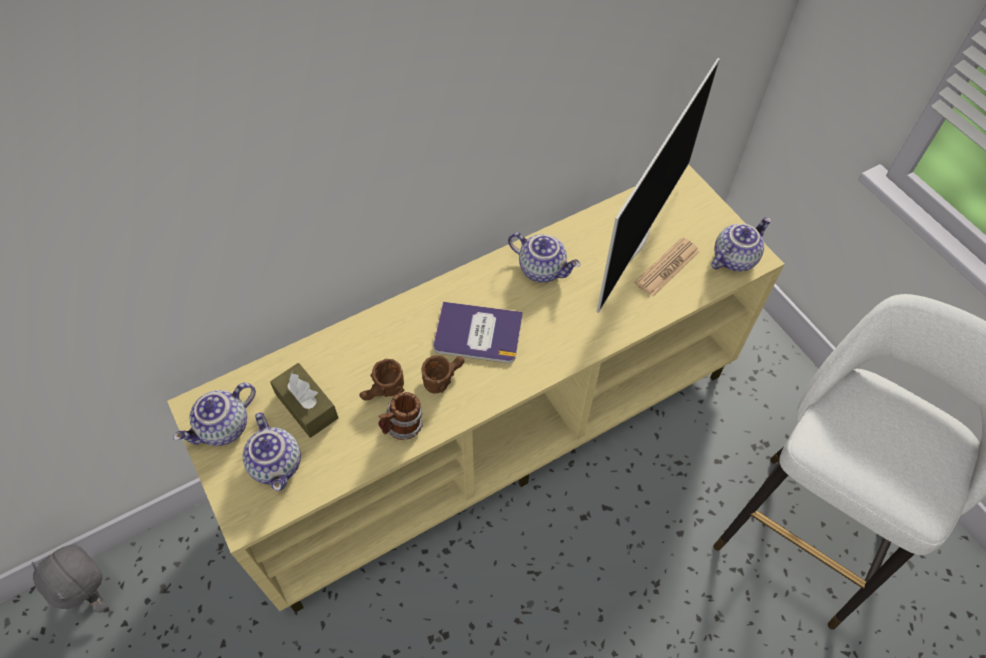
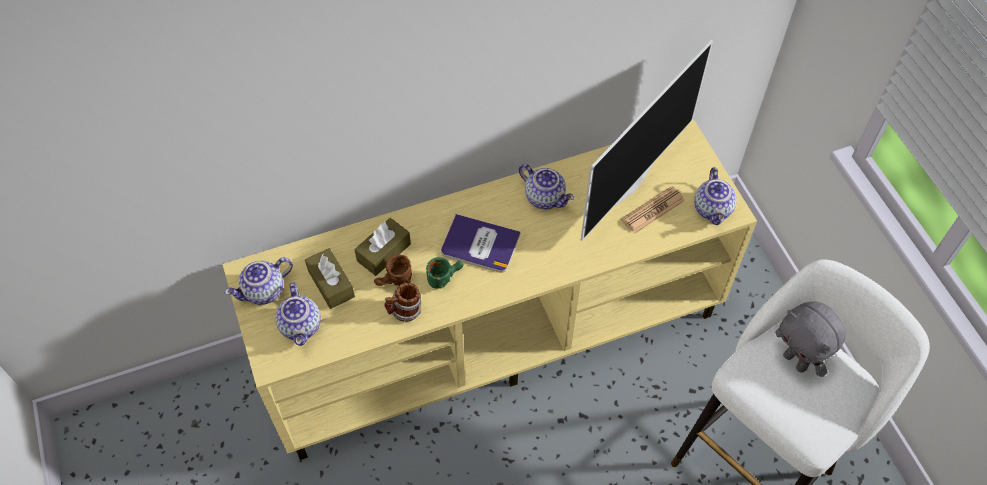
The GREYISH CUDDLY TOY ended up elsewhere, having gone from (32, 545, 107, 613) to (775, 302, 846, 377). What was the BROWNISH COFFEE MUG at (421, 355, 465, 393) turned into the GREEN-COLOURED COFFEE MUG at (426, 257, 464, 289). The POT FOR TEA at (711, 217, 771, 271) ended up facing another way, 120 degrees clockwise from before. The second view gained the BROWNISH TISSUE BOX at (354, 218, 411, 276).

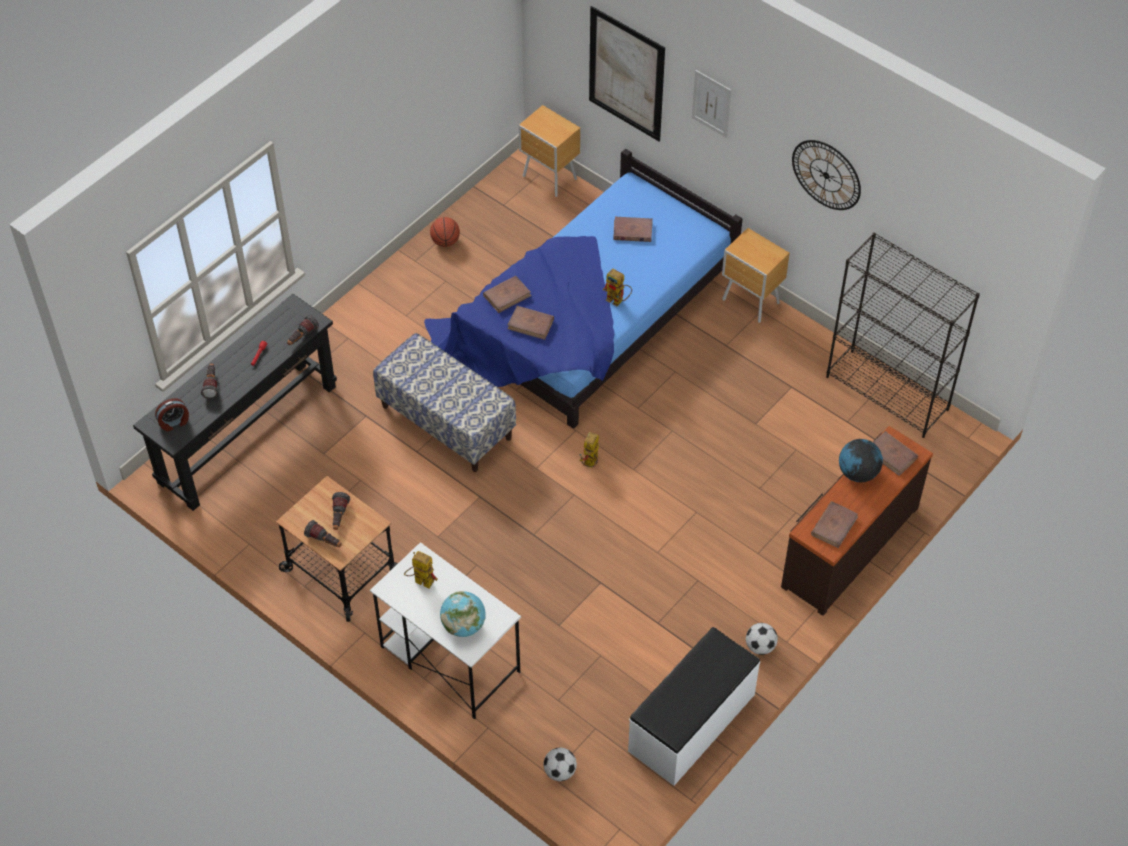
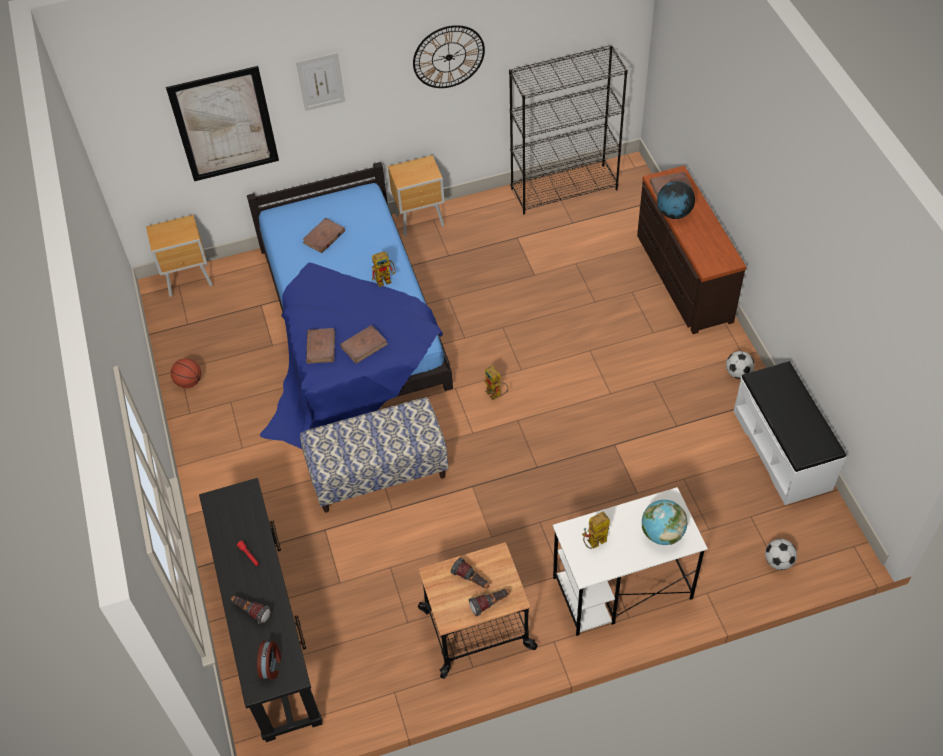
The second view lost the FLASHLIGHT at (287, 315, 319, 345). The second view lost the BROWNISH BOOK at (811, 501, 858, 548).

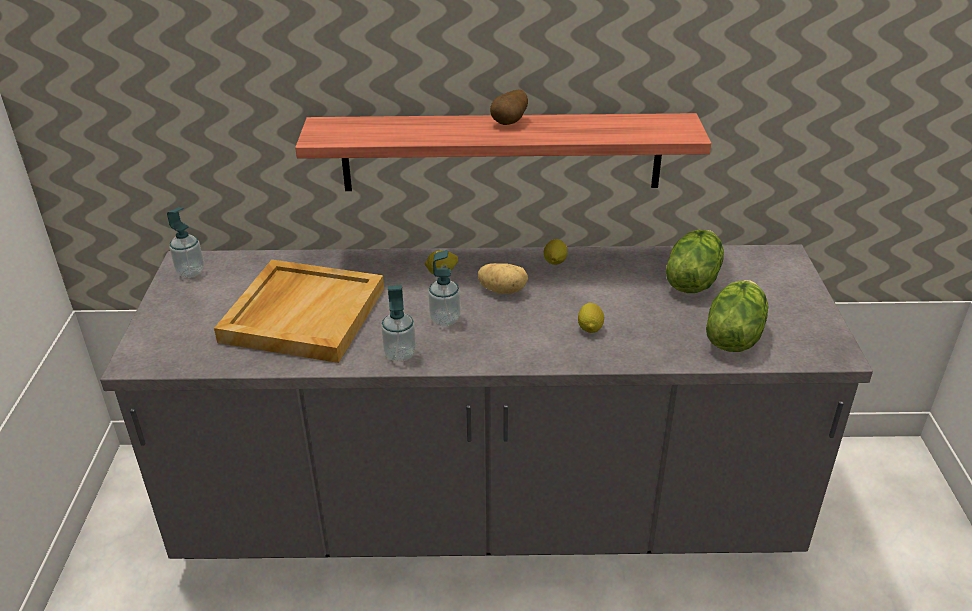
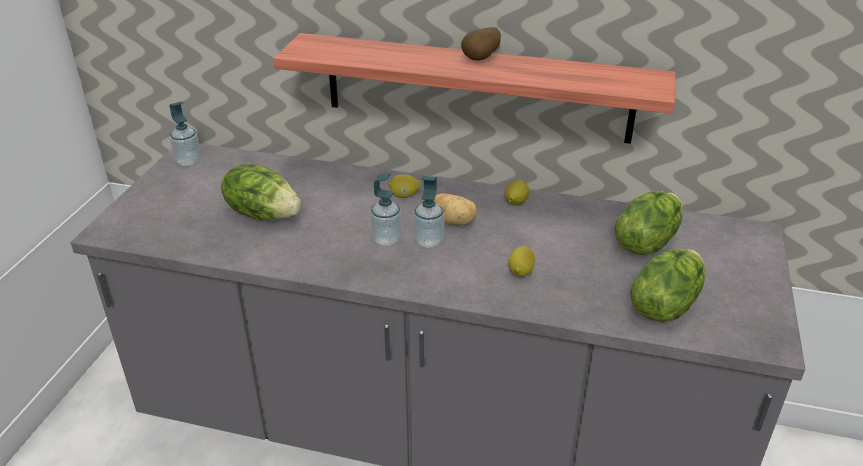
Where the BEIGE SERVING TRAY stood at (214, 260, 384, 363), the LETTUCE HEAD came to stand at (221, 164, 301, 220). The LIQUID SOAP BOTTLE ended up elsewhere, having gone from (381, 285, 416, 362) to (414, 176, 444, 248).

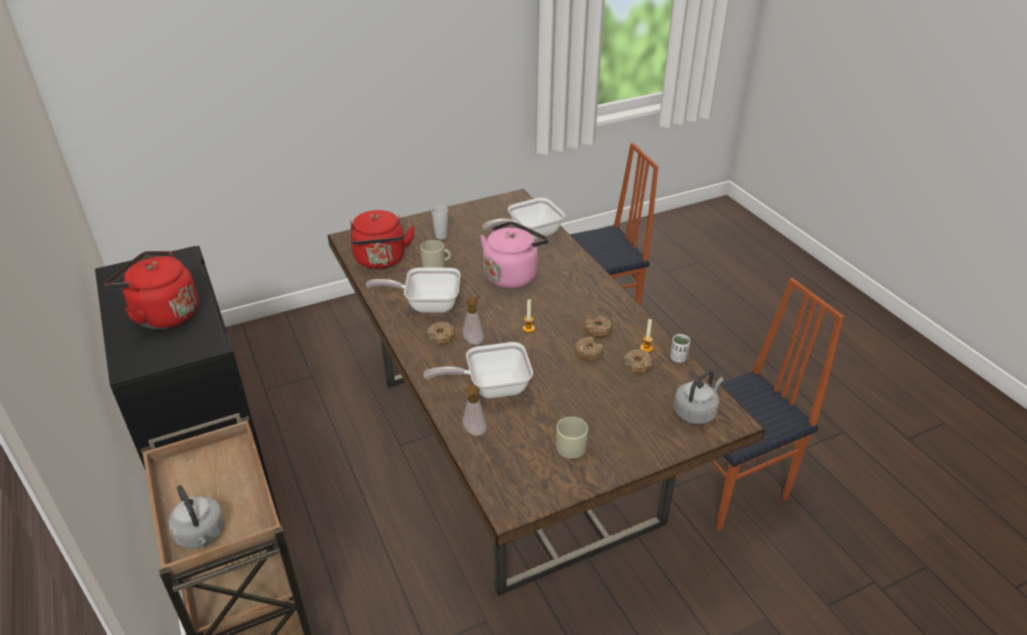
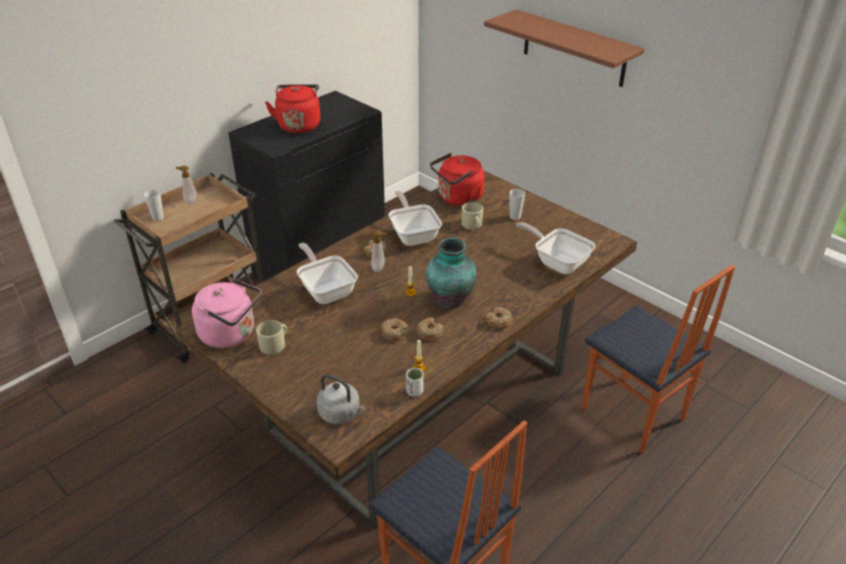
Where the GREYISH WATER KETTLE stood at (168, 485, 225, 549), the CUP came to stand at (144, 190, 164, 221). The LIQUID SOAP BOTTLE ended up elsewhere, having gone from (462, 385, 487, 436) to (176, 165, 197, 204). The PINKISH WATER KETTLE ended up elsewhere, having gone from (480, 221, 549, 289) to (192, 278, 261, 348). The DOUGHNUT ended up elsewhere, having gone from (623, 349, 653, 374) to (485, 307, 513, 329). The second view gained the VASE at (426, 238, 477, 307). The second view gained the BROWNISH SHELF at (484, 9, 645, 87).

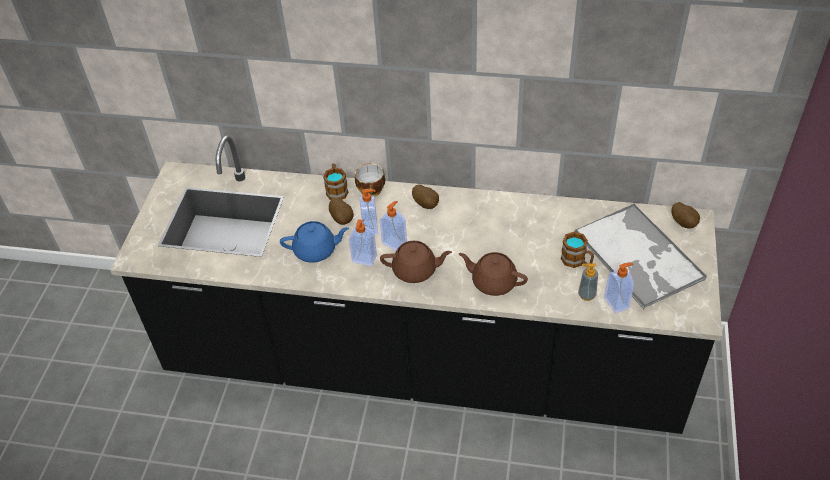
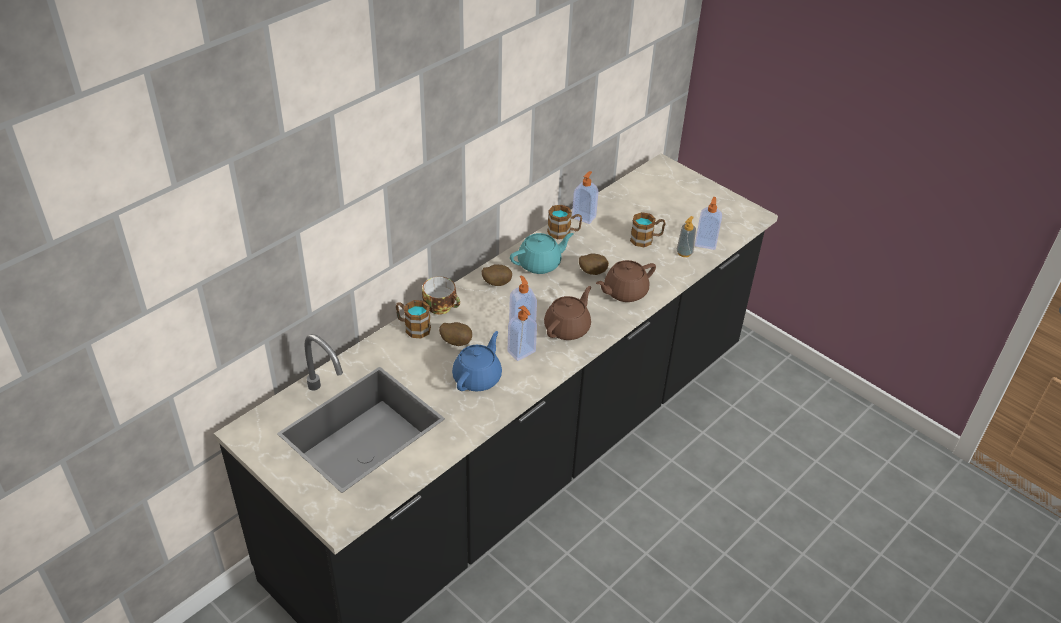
The LIQUID SOAP BOTTLE ended up elsewhere, having gone from (359, 189, 378, 235) to (572, 171, 599, 224). The second view lost the SERVING TRAY at (575, 203, 707, 309). The WHOLE POTATO ended up elsewhere, having gone from (671, 202, 700, 229) to (579, 253, 609, 275). The second view gained the TURQUOISE POT FOR TEA at (510, 233, 574, 274). The second view gained the COFFEE MUG at (547, 205, 582, 239).

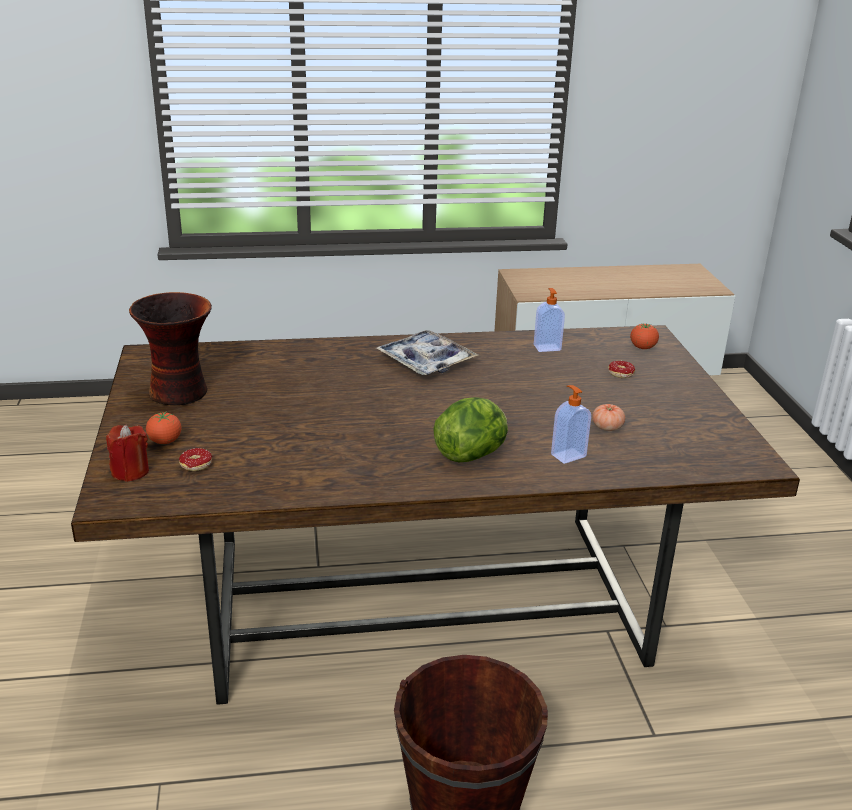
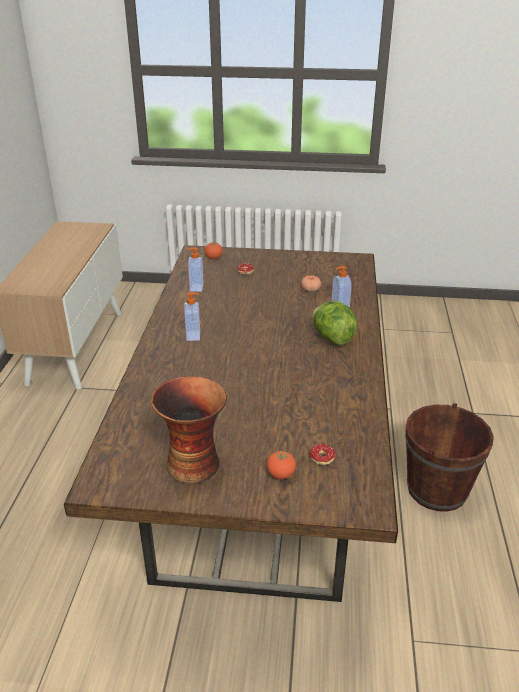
The second view lost the REDDISH CANDLE at (106, 425, 149, 482). Where the SERVING TRAY stood at (376, 330, 478, 375), the LIQUID SOAP BOTTLE came to stand at (184, 292, 200, 341).

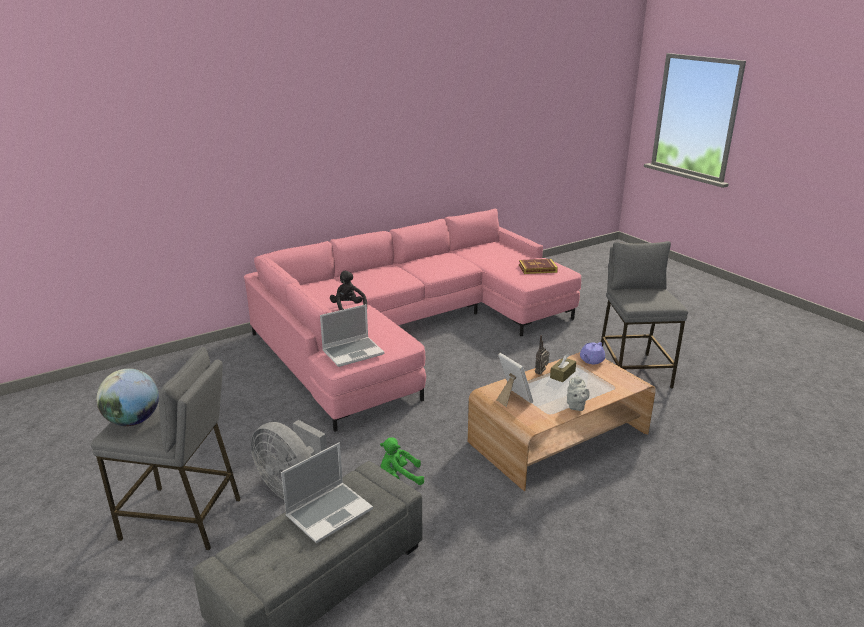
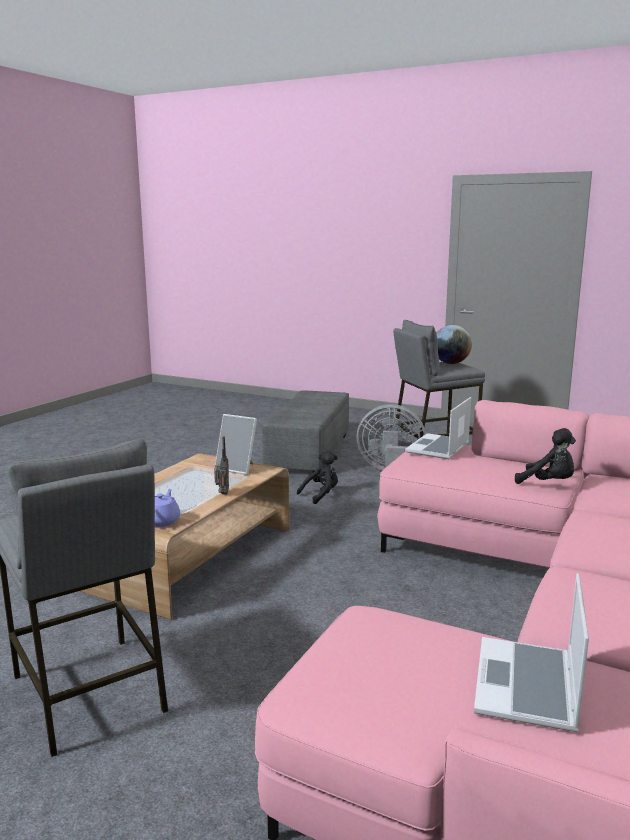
The NOTEBOOK COMPUTER ended up elsewhere, having gone from (281, 443, 373, 543) to (474, 573, 589, 732). What was the GREEN-COLOURED CUDDLY TOY at (380, 437, 424, 485) turned into the BLACKISH CUDDLY TOY at (297, 451, 338, 504). The second view lost the BOOK at (519, 259, 558, 274). The second view lost the BROWNISH TISSUE BOX at (550, 354, 576, 382). The second view lost the GREYISH POT FOR TEA at (567, 375, 590, 411).

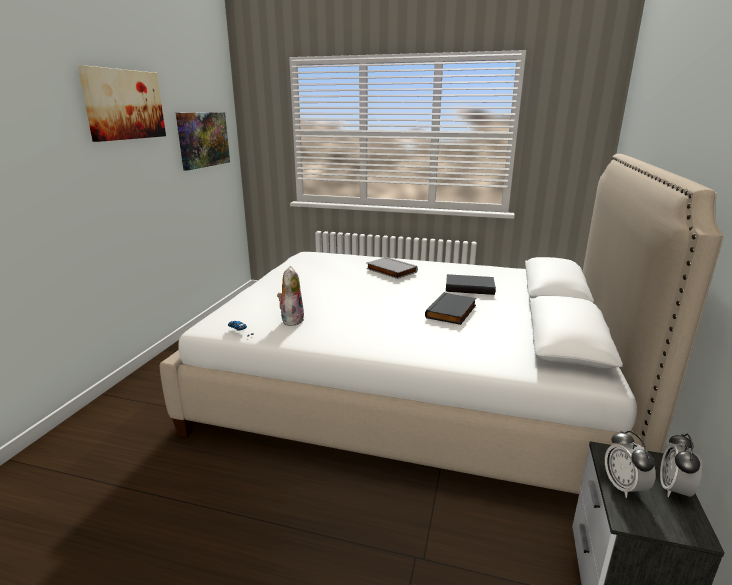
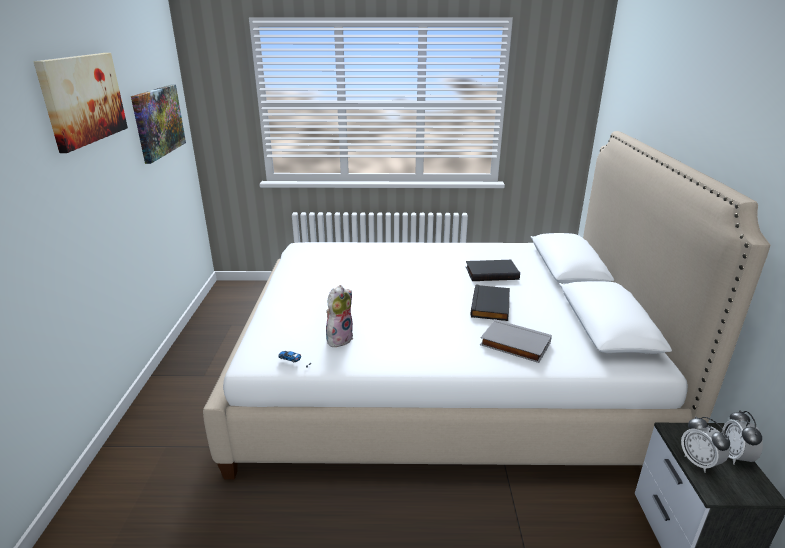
The CUDDLY TOY at (277, 266, 304, 326) ended up facing another way, 45 degrees clockwise from before. The GREYISH BOOK ended up elsewhere, having gone from (366, 257, 418, 279) to (480, 319, 552, 363).

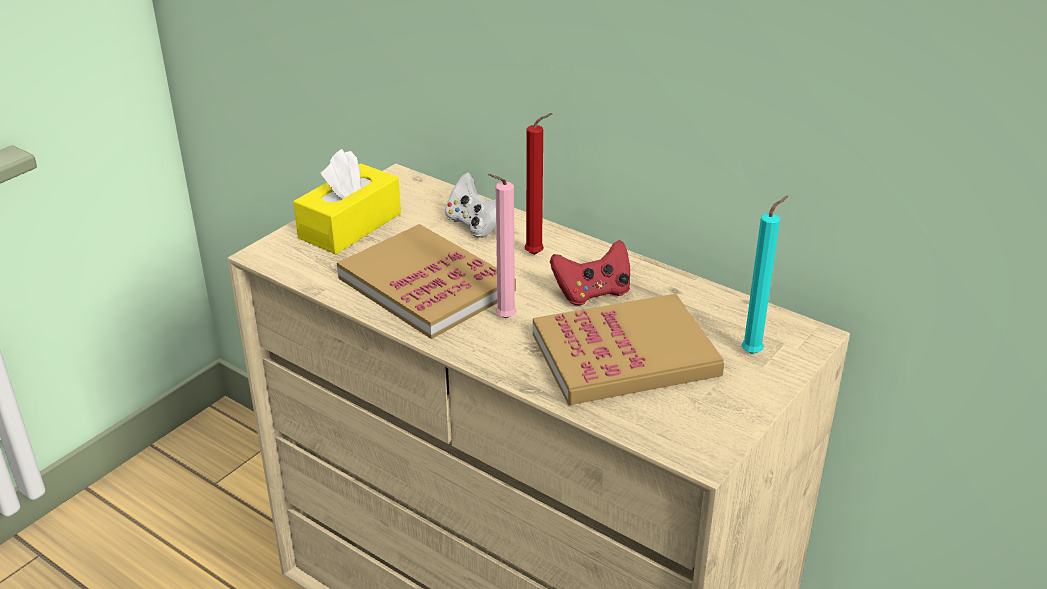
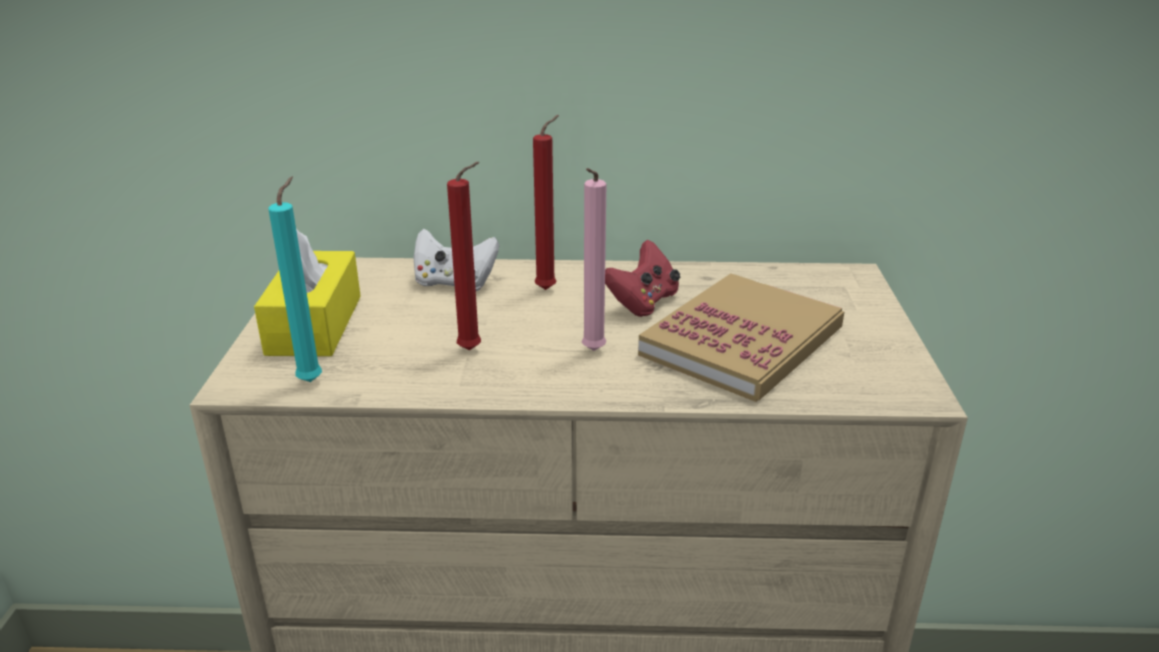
Where the BOOK stood at (337, 224, 516, 339), the REDDISH CANDLE came to stand at (447, 162, 481, 350). The TURQUOISE CANDLE ended up elsewhere, having gone from (741, 196, 788, 354) to (268, 177, 322, 382).

